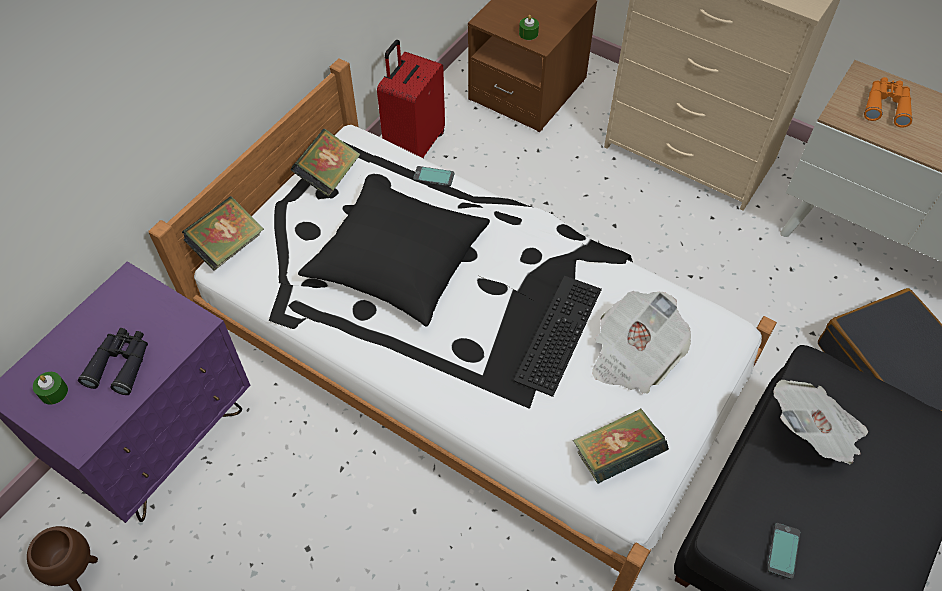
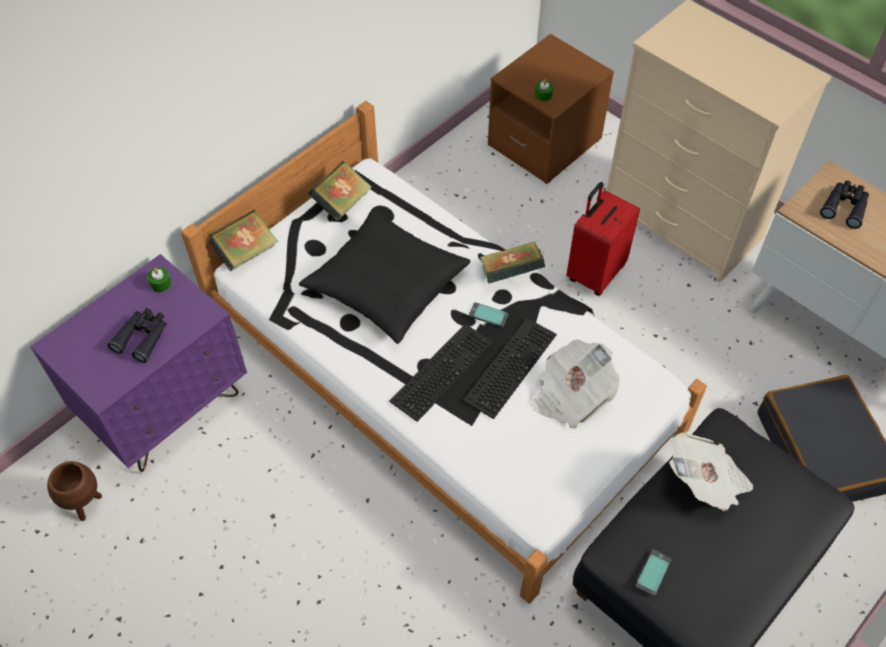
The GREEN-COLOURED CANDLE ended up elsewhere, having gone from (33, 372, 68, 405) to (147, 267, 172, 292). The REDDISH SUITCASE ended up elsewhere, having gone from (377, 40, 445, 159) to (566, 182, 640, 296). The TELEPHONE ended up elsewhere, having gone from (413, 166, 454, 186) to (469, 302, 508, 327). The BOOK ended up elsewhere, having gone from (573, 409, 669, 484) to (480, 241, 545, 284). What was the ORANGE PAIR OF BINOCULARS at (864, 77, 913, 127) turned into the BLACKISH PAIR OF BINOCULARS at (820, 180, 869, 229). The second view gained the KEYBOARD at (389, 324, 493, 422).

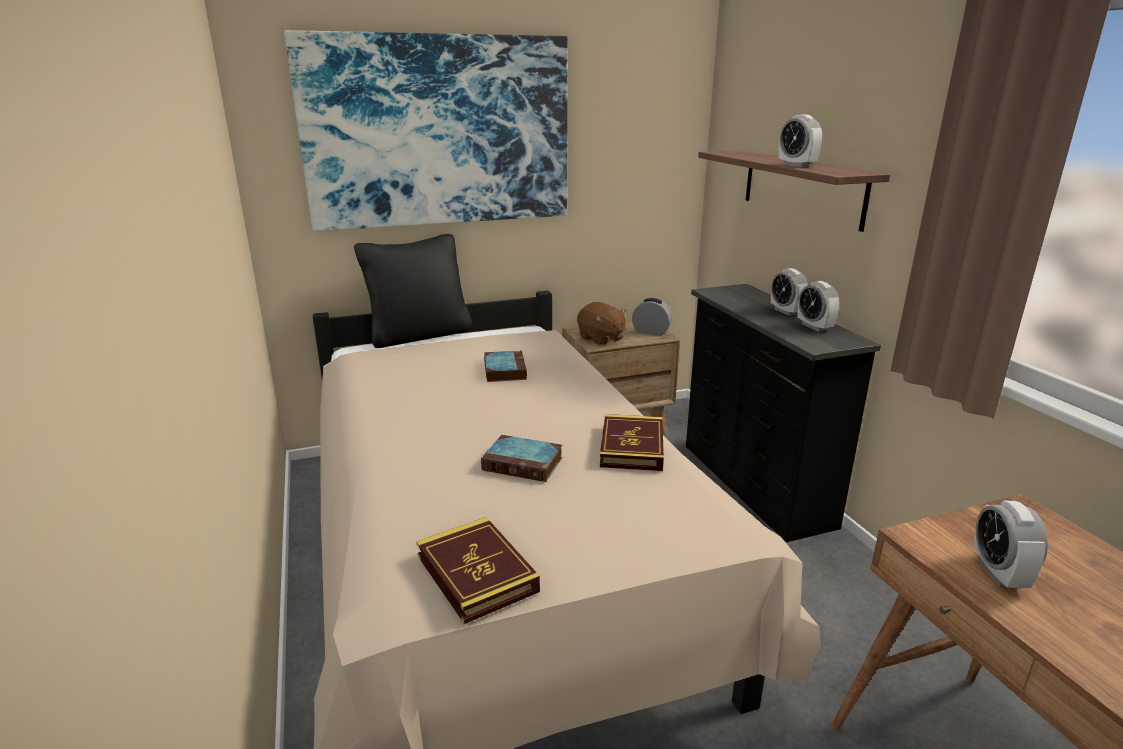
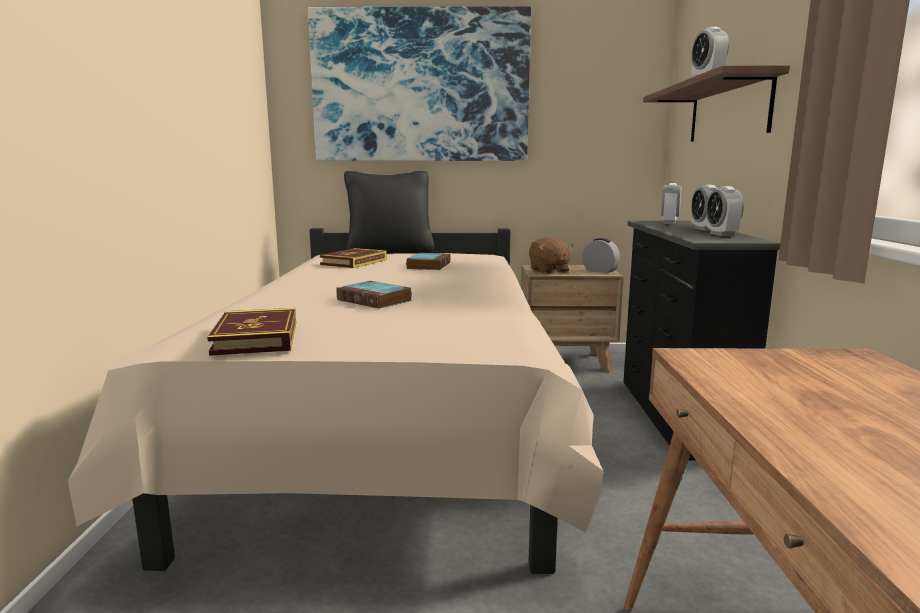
The BOOK ended up elsewhere, having gone from (600, 414, 664, 471) to (320, 248, 387, 268). The ALARM CLOCK ended up elsewhere, having gone from (974, 501, 1048, 588) to (661, 183, 682, 224).

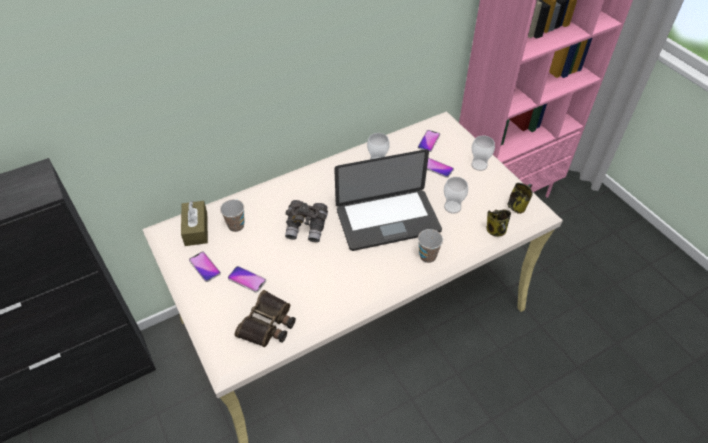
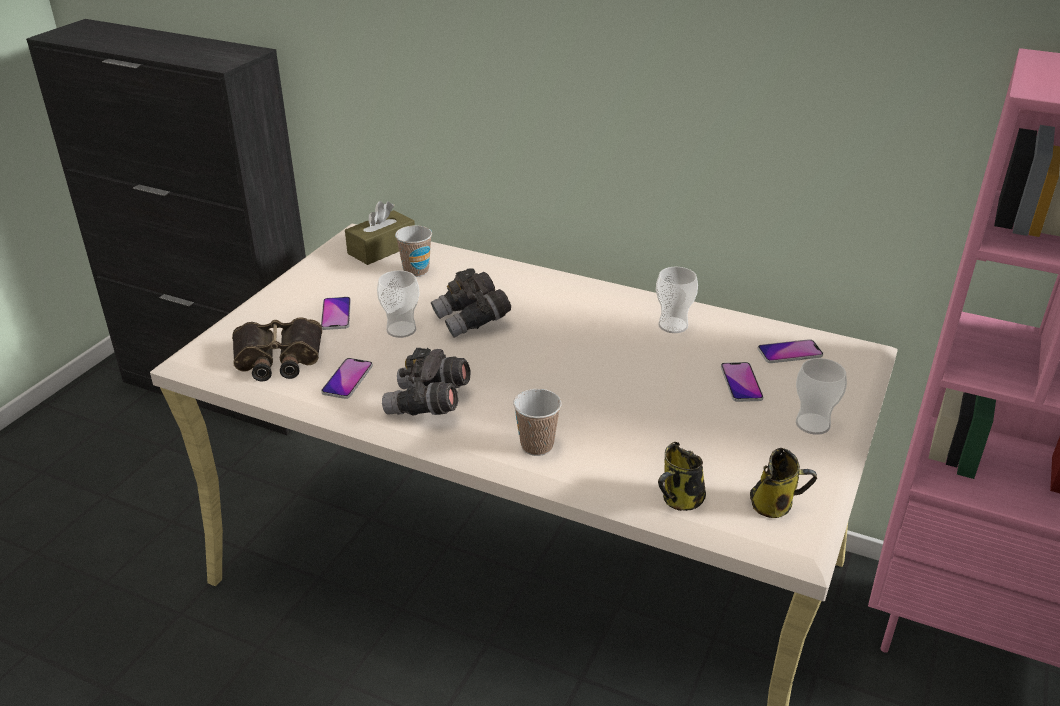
The TELEPHONE ended up elsewhere, having gone from (189, 251, 221, 282) to (321, 358, 373, 399). The second view lost the NOTEBOOK COMPUTER at (334, 149, 442, 251). The CUP ended up elsewhere, having gone from (444, 177, 468, 214) to (377, 270, 420, 338). The second view gained the GREYISH PAIR OF BINOCULARS at (382, 348, 471, 416).

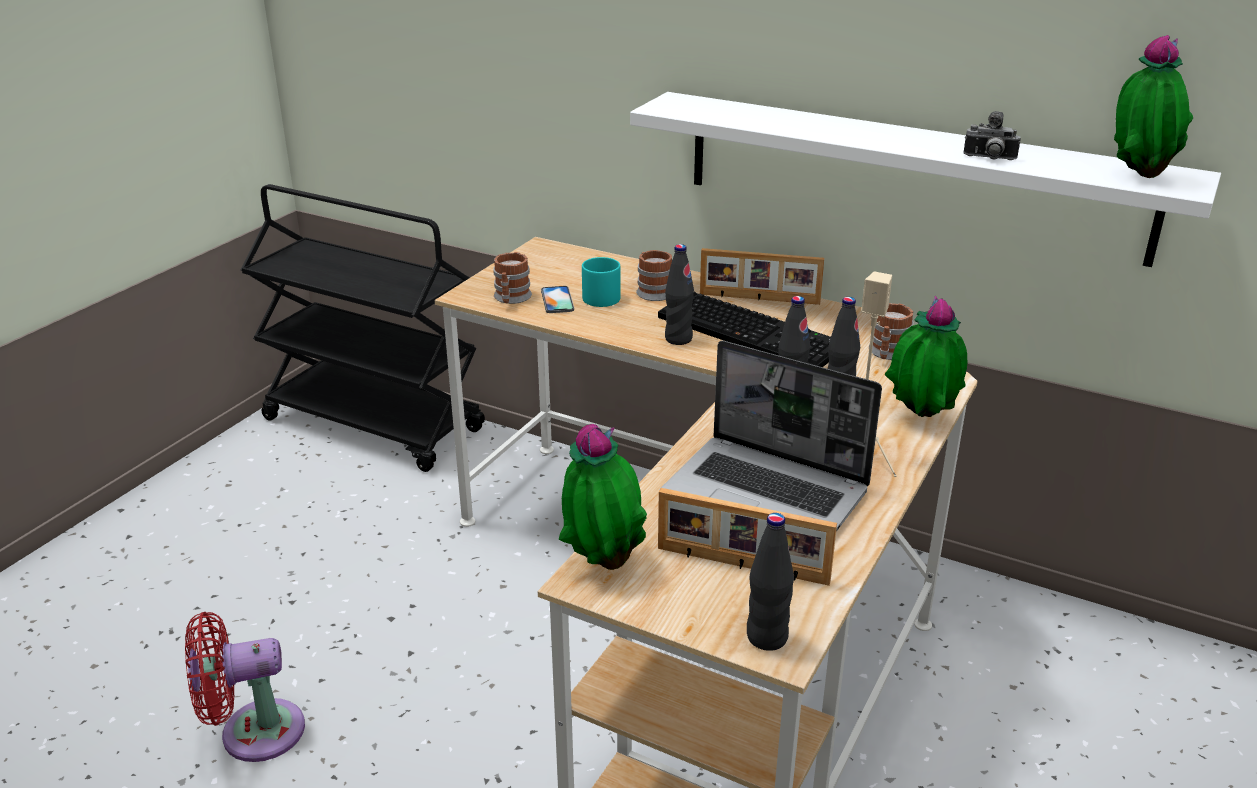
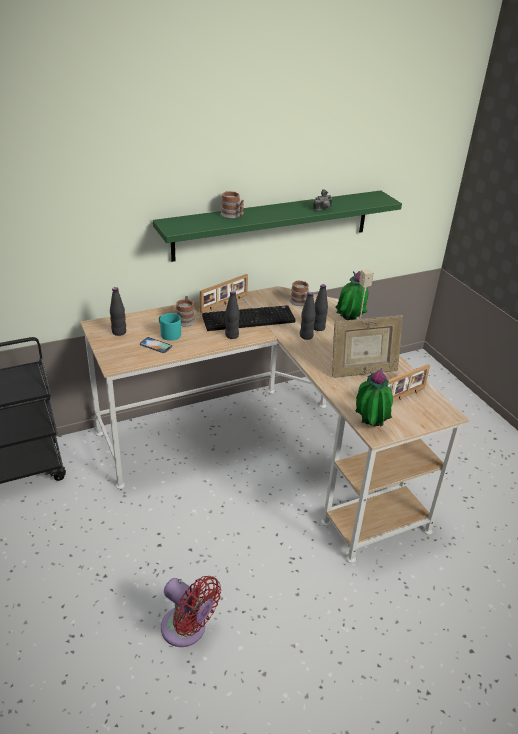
The REDDISH ELECTRIC FAN at (185, 612, 305, 762) ended up facing another way, 75 degrees counterclockwise from before. The COFFEE MUG ended up elsewhere, having gone from (493, 252, 532, 304) to (221, 191, 244, 219). What was the WHITISH SHELF at (630, 92, 1221, 267) turned into the GREEN-COLOURED SHELF at (153, 190, 402, 262). Where the NOTEBOOK COMPUTER stood at (659, 341, 882, 532), the STANDING FRAME came to stand at (332, 315, 403, 378). The BLACKISH BOTTLE ended up elsewhere, having gone from (747, 513, 794, 651) to (110, 287, 126, 336). The second view lost the POTTED PLANT at (1114, 35, 1193, 178).

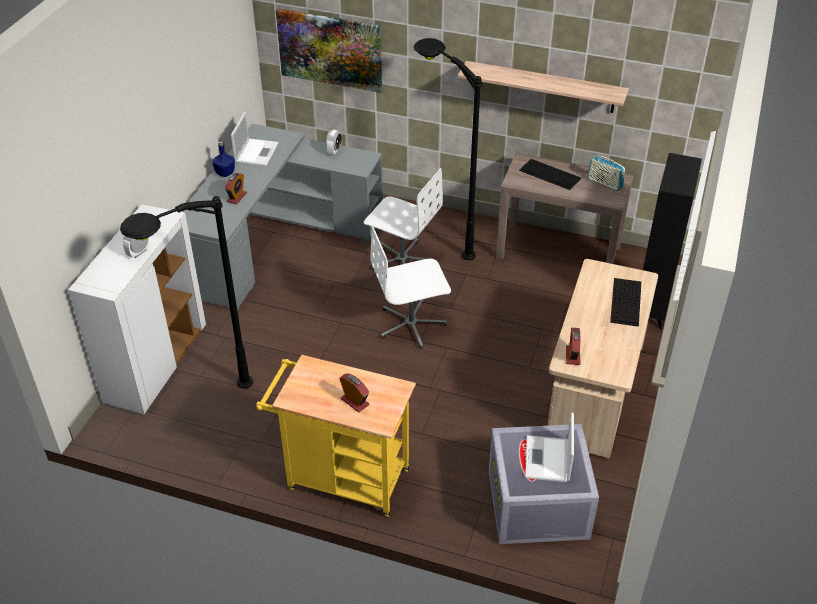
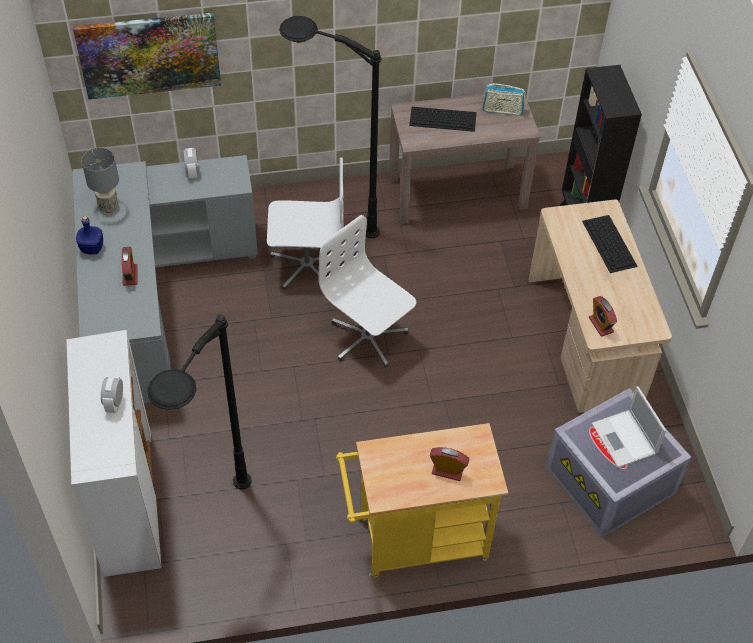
Where the NOTEBOOK COMPUTER stood at (231, 112, 279, 166), the GREYISH TABLE LAMP came to stand at (81, 148, 119, 213). The WHITISH DESK CHAIR at (371, 225, 451, 348) ended up facing another way, 90 degrees clockwise from before. The second view lost the SHELF at (458, 61, 629, 113).

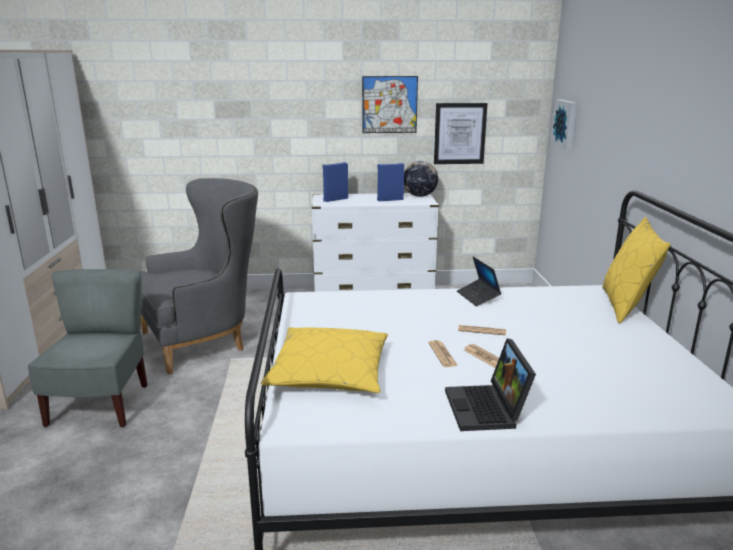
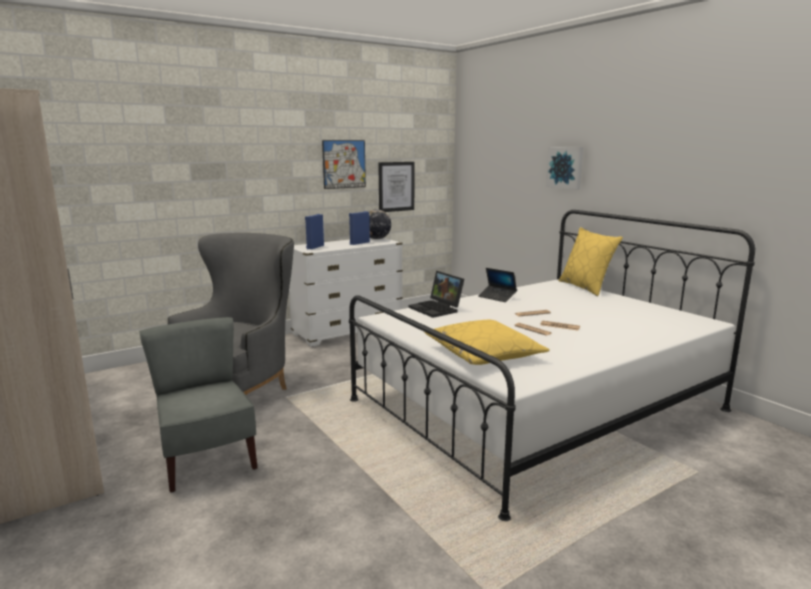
The NOTEBOOK COMPUTER ended up elsewhere, having gone from (445, 338, 536, 431) to (409, 271, 464, 318). The WALL ART ended up elsewhere, having gone from (551, 99, 577, 150) to (546, 147, 583, 189).

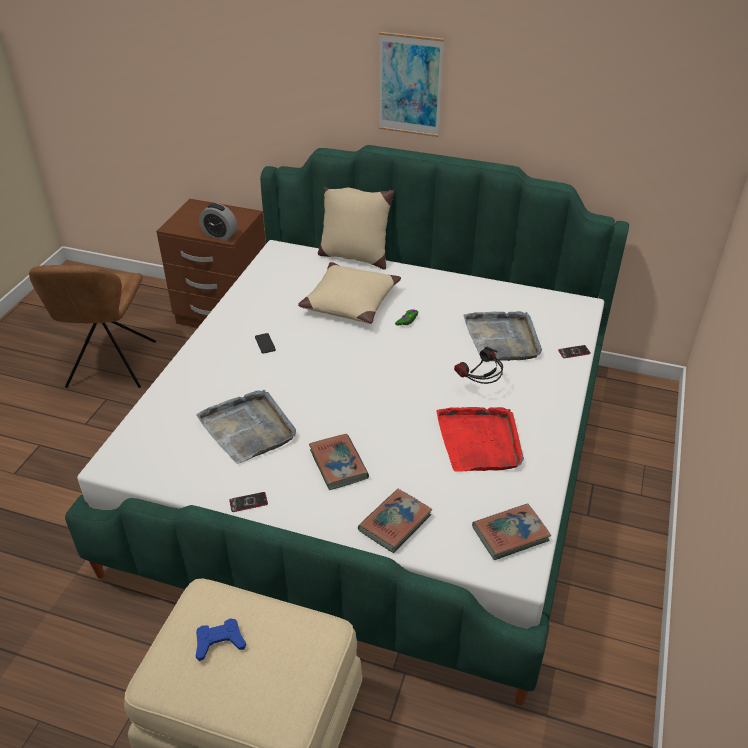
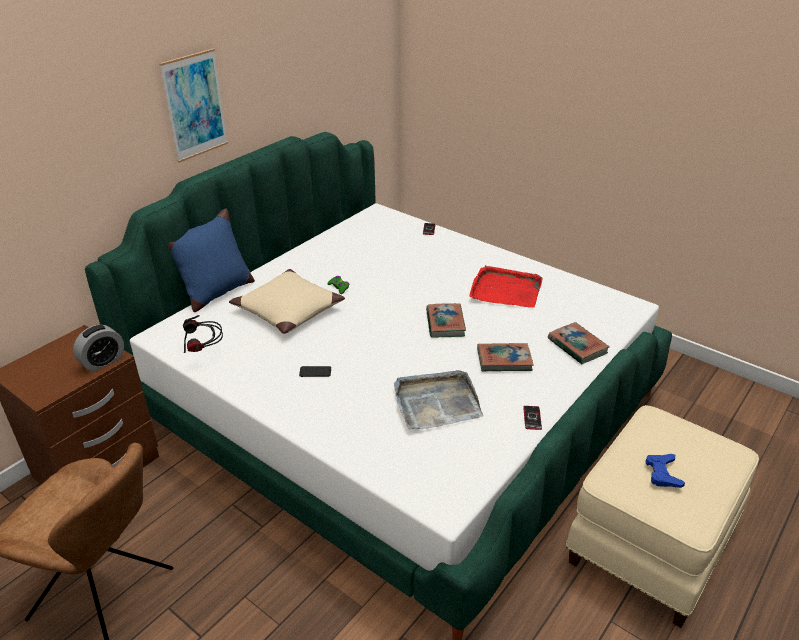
What was the BEIGE CUSHION at (318, 187, 394, 270) turned into the BLUE CUSHION at (168, 208, 255, 312). The HEADPHONES ended up elsewhere, having gone from (454, 346, 503, 384) to (183, 315, 223, 353). The second view lost the GREYISH SERVING TRAY at (464, 311, 542, 361). The BOOK ended up elsewhere, having gone from (472, 503, 551, 560) to (426, 303, 466, 338).

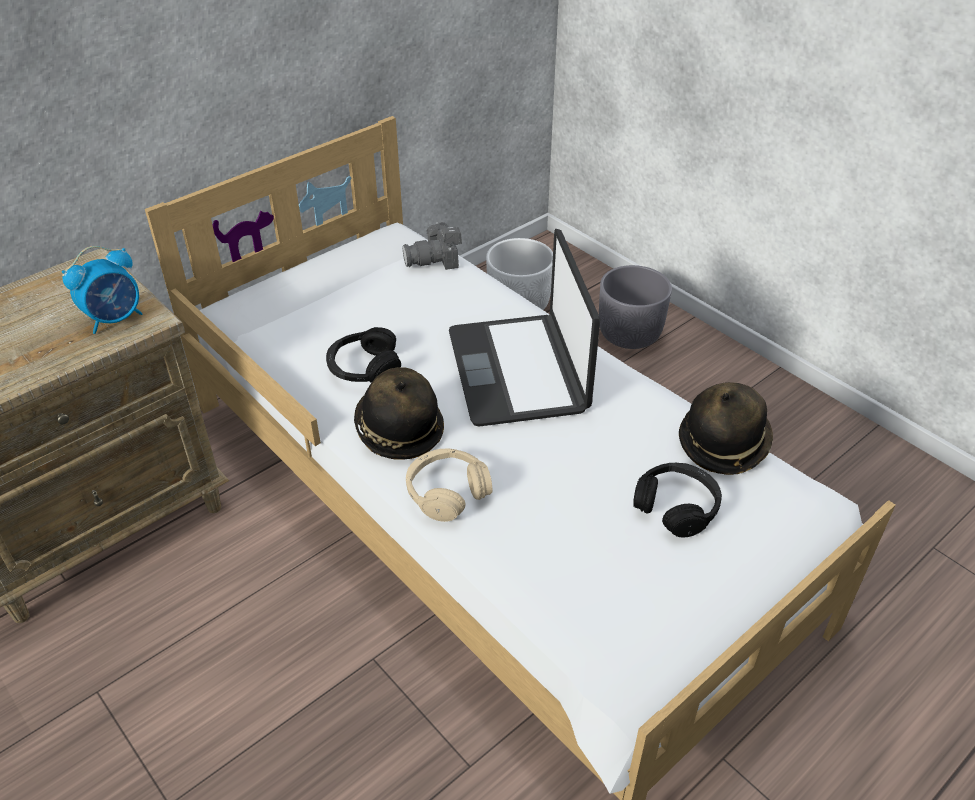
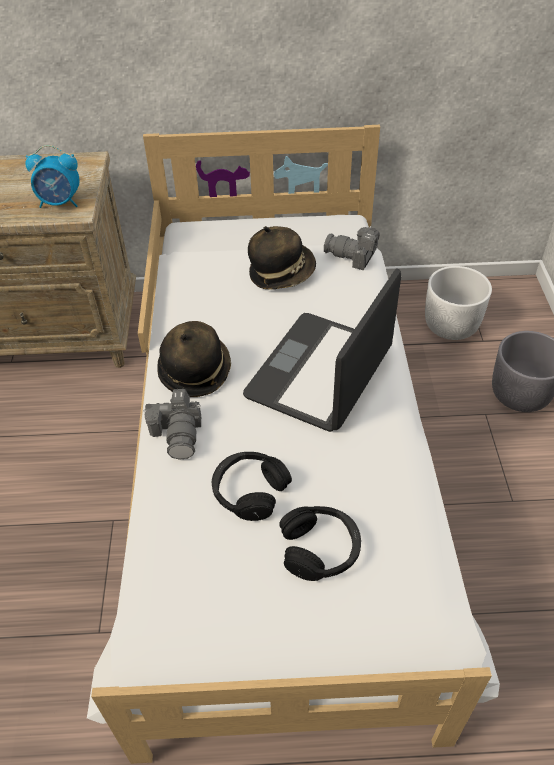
The BLACKISH HEADPHONES ended up elsewhere, having gone from (326, 327, 401, 383) to (212, 452, 292, 521). Where the BEIGE HEADPHONES stood at (406, 449, 492, 522), the STILL CAMERA came to stand at (144, 389, 201, 460). The WEARABLE HAT ended up elsewhere, having gone from (679, 382, 773, 475) to (248, 226, 316, 290).

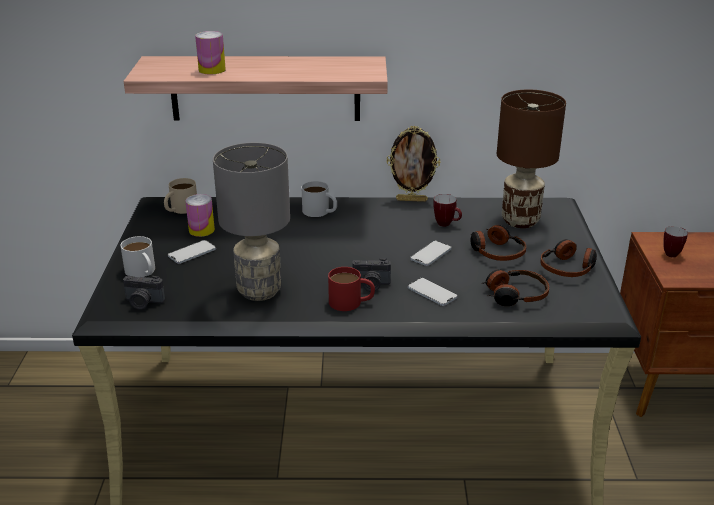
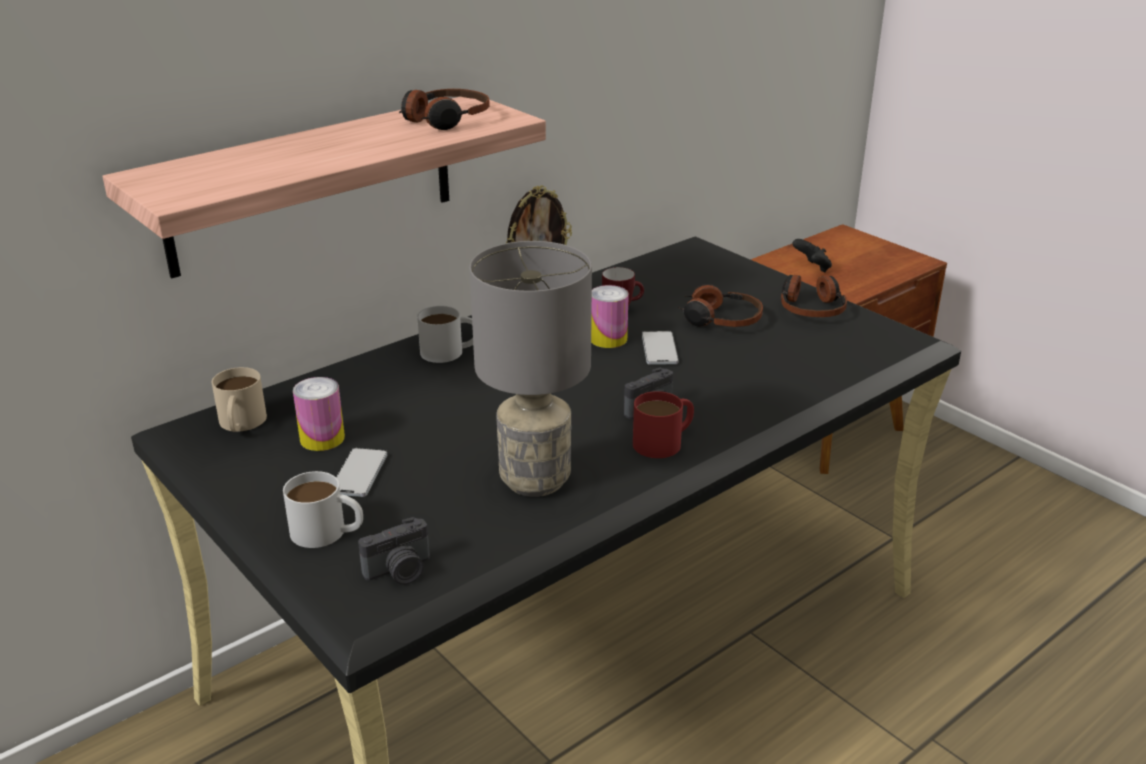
The SEALED CAN ended up elsewhere, having gone from (195, 31, 226, 74) to (591, 285, 629, 348). The second view lost the TELEPHONE at (408, 278, 458, 306). The HEADPHONES ended up elsewhere, having gone from (481, 269, 549, 306) to (399, 89, 490, 130). The second view lost the BROWNISH TABLE LAMP at (497, 89, 566, 228). Where the COFFEE MUG stood at (664, 226, 688, 258), the BLACKISH JOYPAD came to stand at (793, 239, 832, 273).

